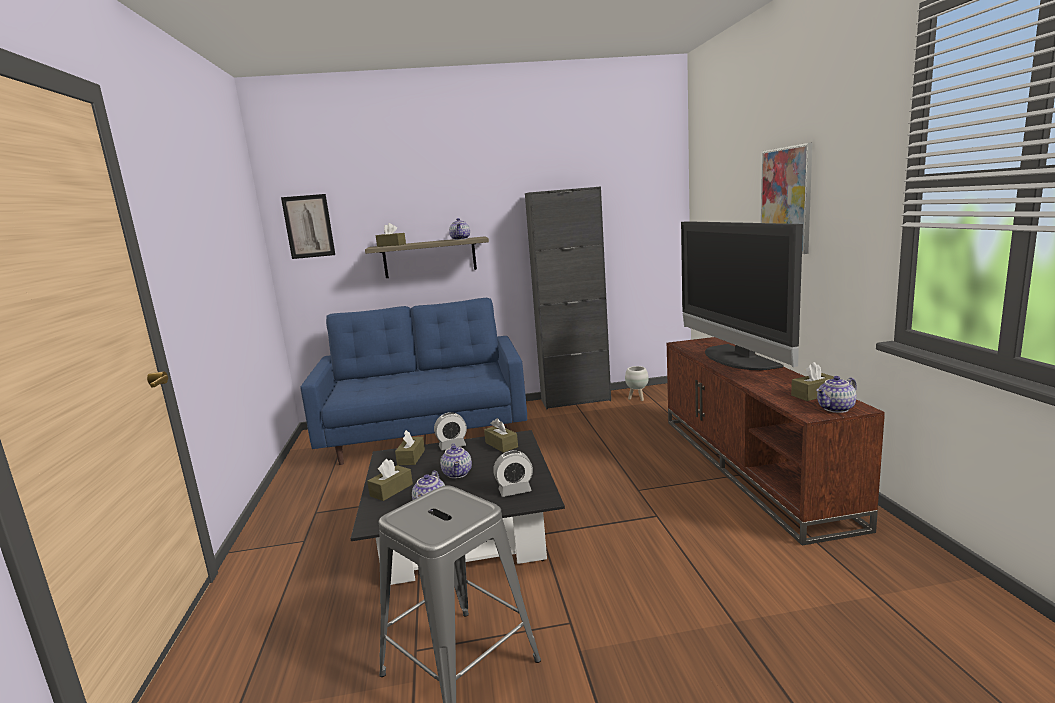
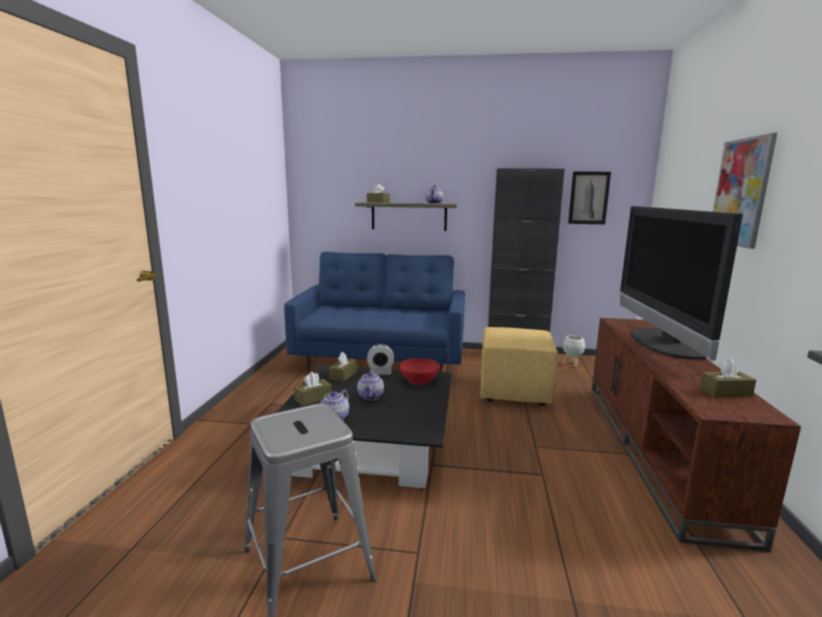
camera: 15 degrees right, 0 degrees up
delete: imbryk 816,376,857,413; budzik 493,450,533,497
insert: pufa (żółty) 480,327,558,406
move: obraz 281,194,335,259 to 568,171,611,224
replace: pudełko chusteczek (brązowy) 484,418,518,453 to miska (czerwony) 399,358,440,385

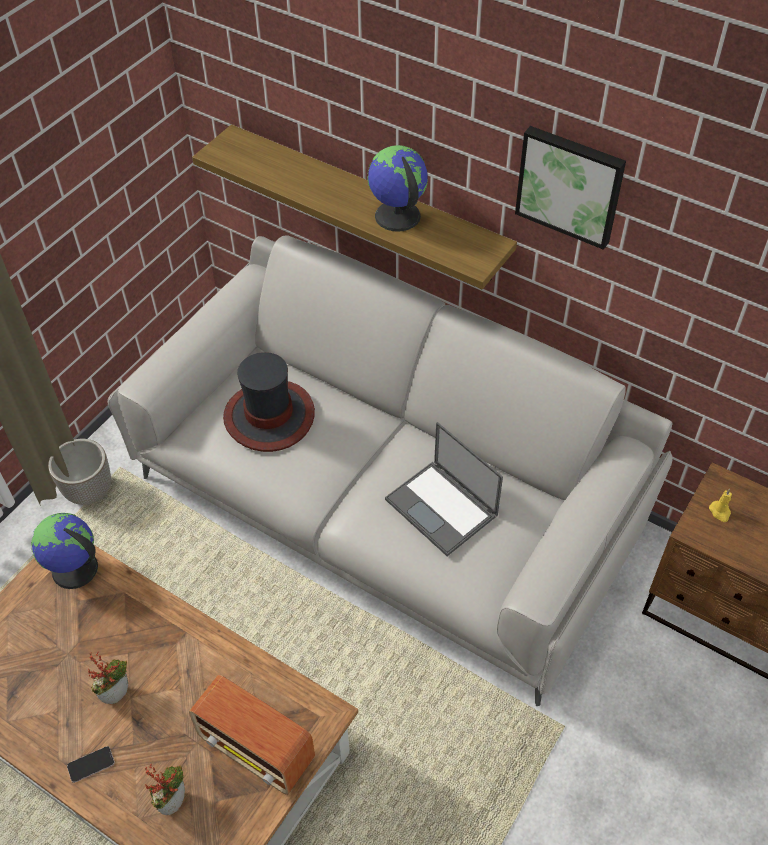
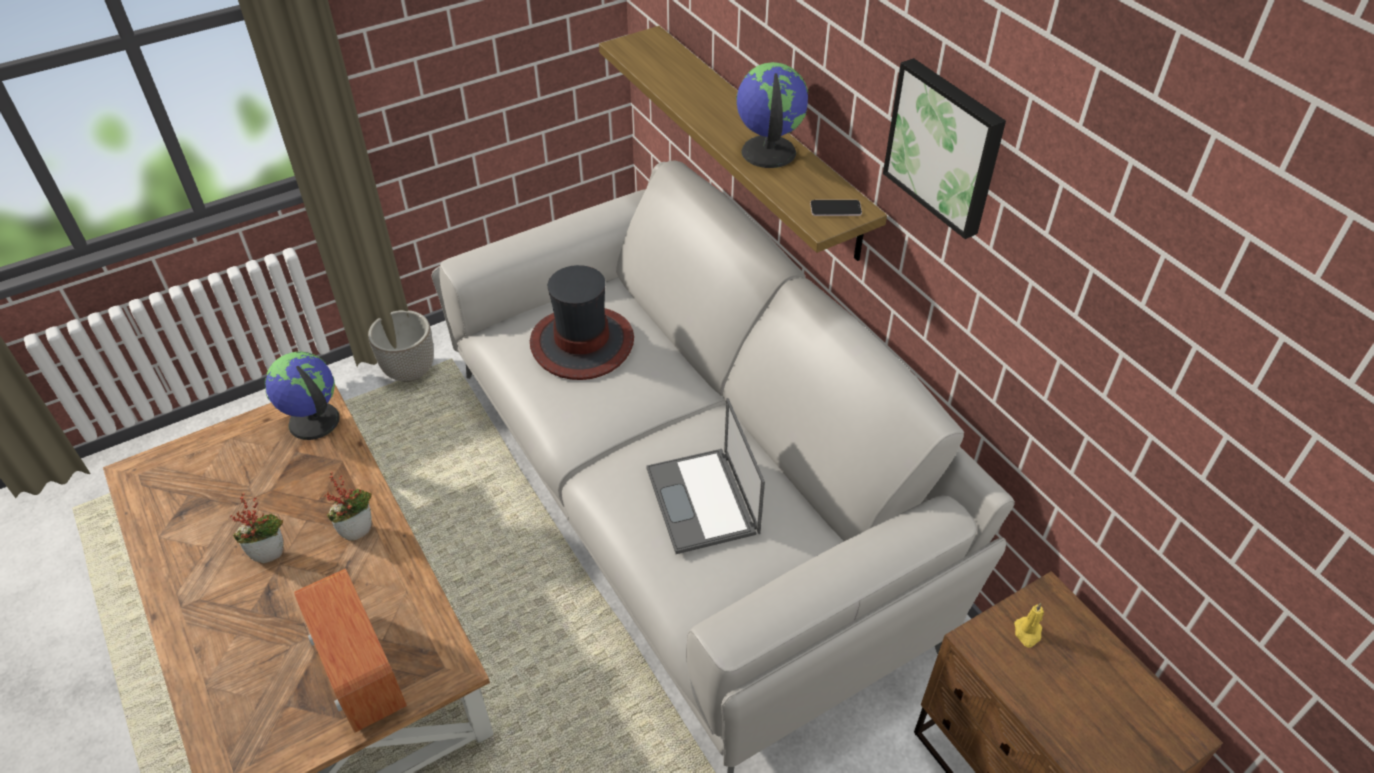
camera: 25 degrees right, 5 degrees down
move: telefon 67,746,115,783 to 810,200,862,216; roślina doniczkowa 145,764,185,815 to 324,472,372,541

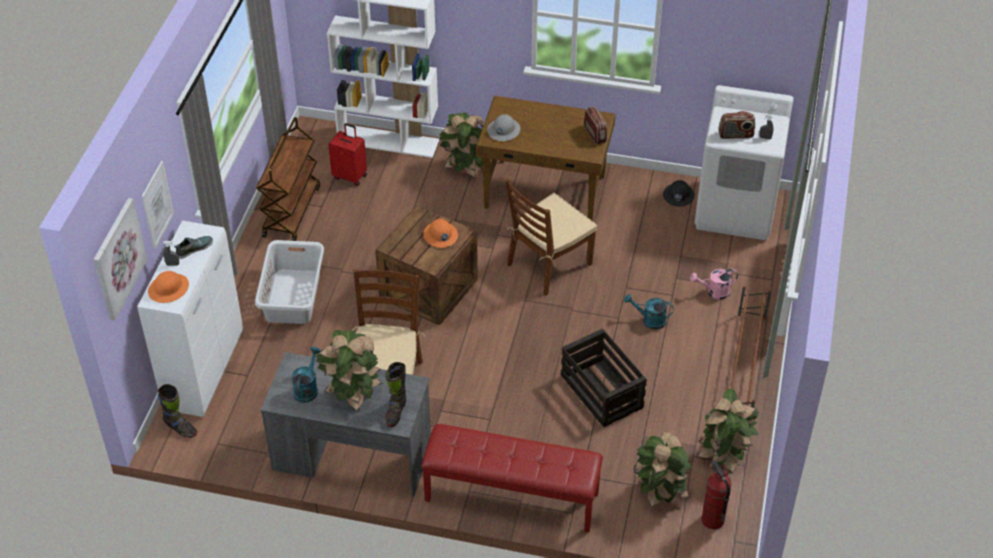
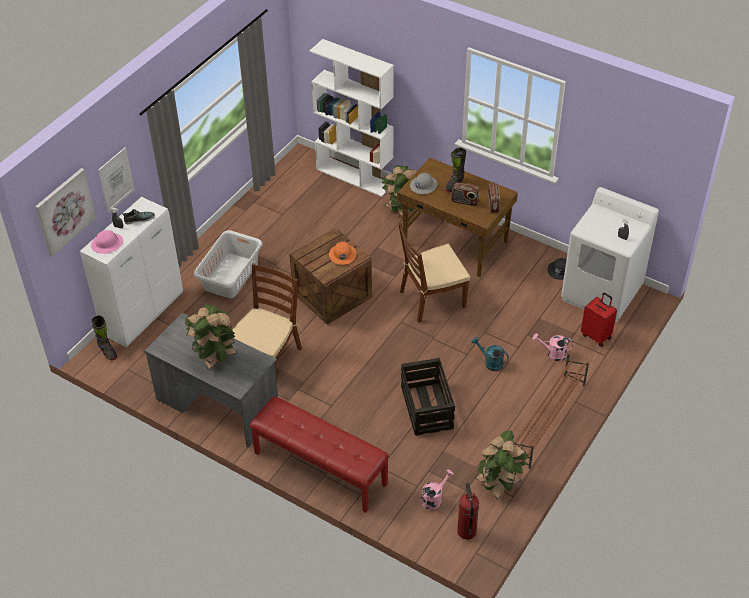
camera: 20 degrees right, 0 degrees up
delete: wózek (brązowy) 256,117,320,241; konewka (turkusowy) 292,347,321,403
move: radio 718,111,755,139 to 451,183,480,206; walizka (czerwony) 328,123,367,186 to 581,293,617,347; but z cholewką (czarny) 385,362,406,427 to 445,148,466,192
replace: roślina doniczkowa 633,431,693,508 to konewka (różowy) 421,469,454,510
recolor: kask (pomarańczowy) 148,271,189,303 to kask (różowy) 91,230,123,254

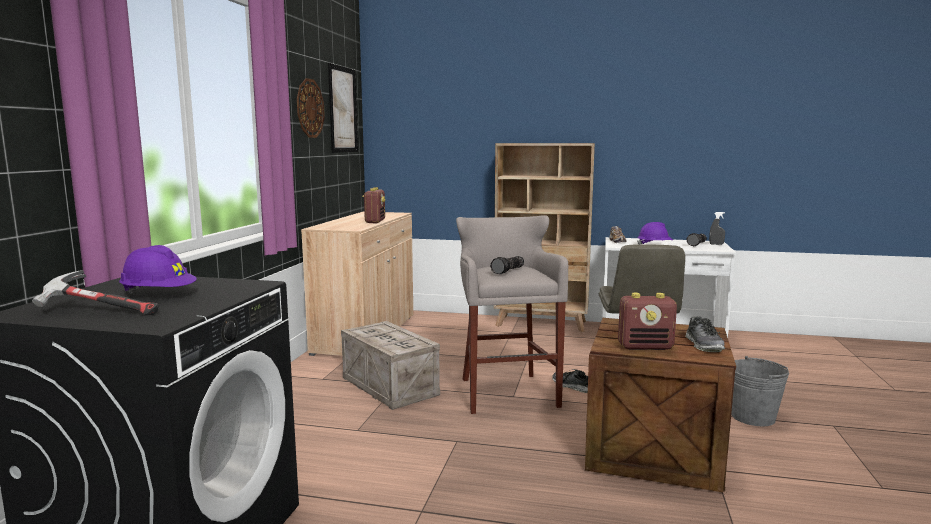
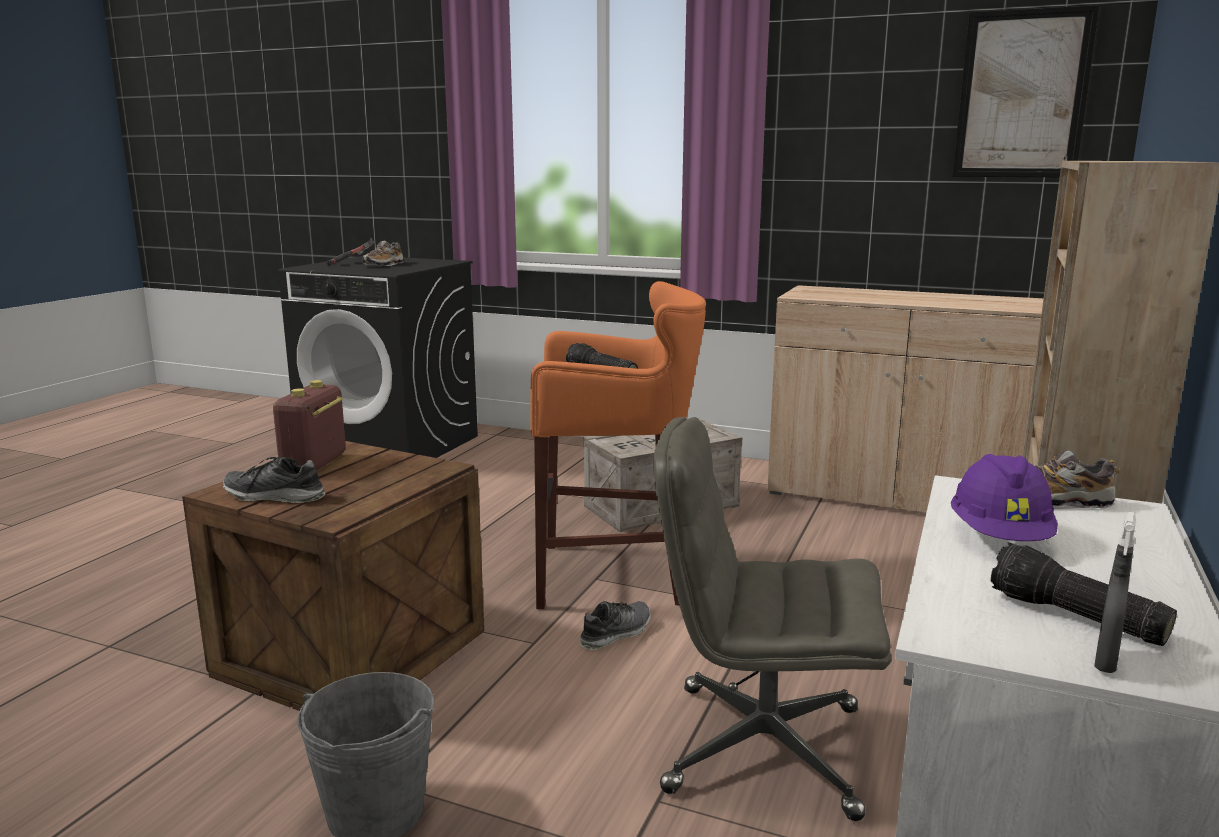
camera: 100 degrees right, 5 degrees up
delete: zegar ścienny 297,78,325,138; radio 362,187,385,223
replace: kask (fioletowy) 119,245,197,294 to but 363,241,404,266
recolor: stołek (szary) 456,215,568,414 to stołek (pomarańczowy) 530,281,706,609

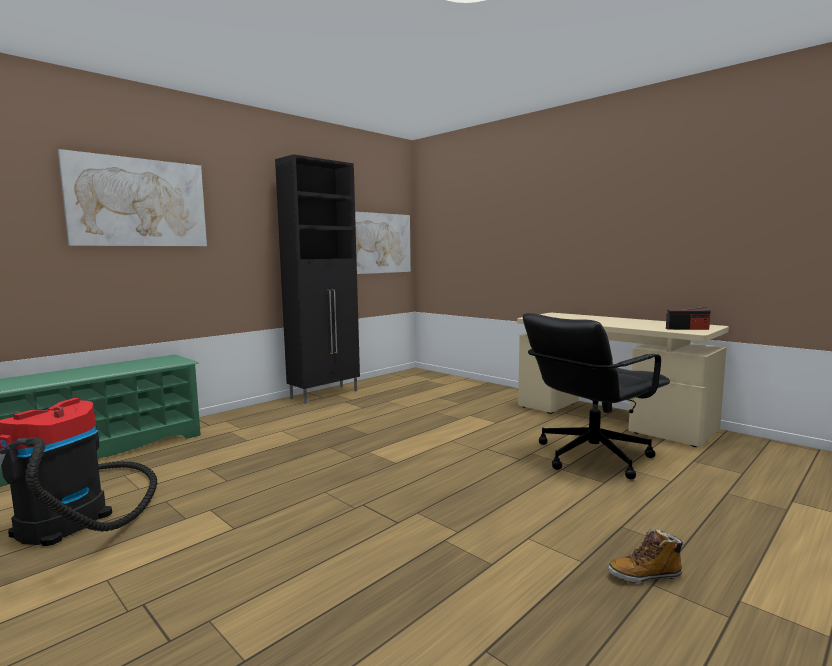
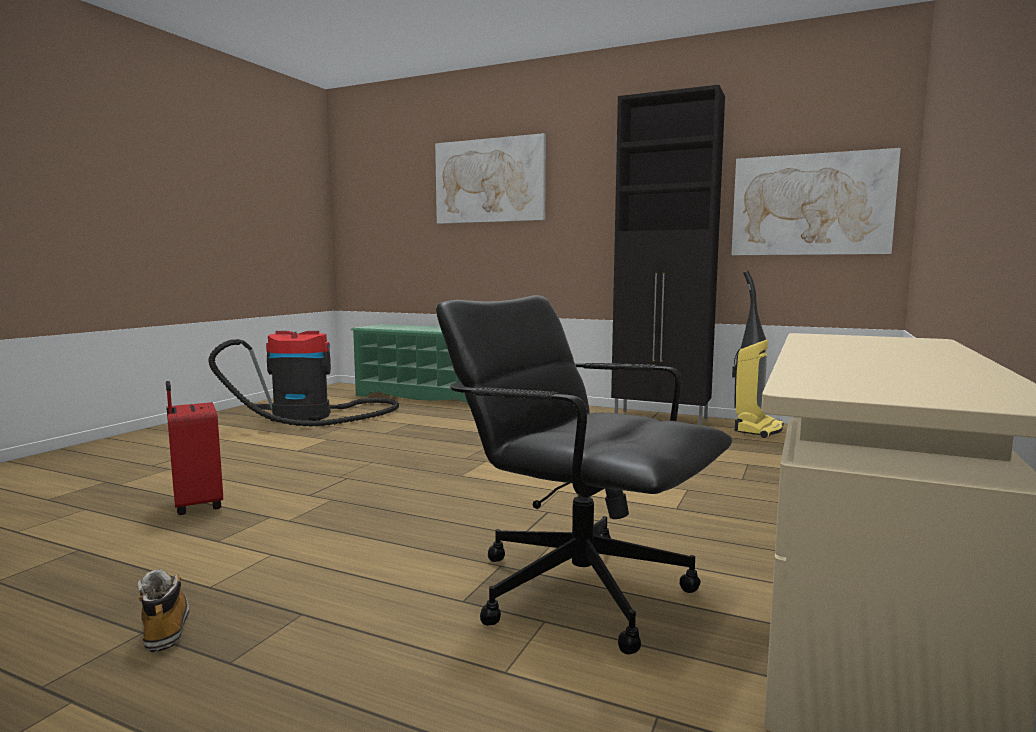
camera: 70 degrees right, 0 degrees up
delete: radio 666,307,710,330
insert: odkurzacz 732,271,784,438; walizka (czerwony) 166,381,223,515

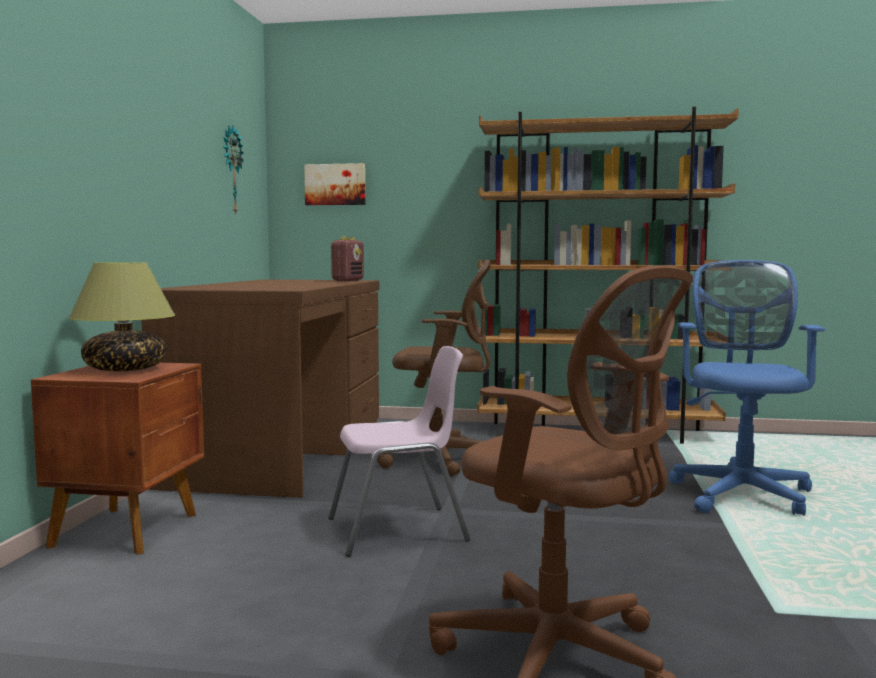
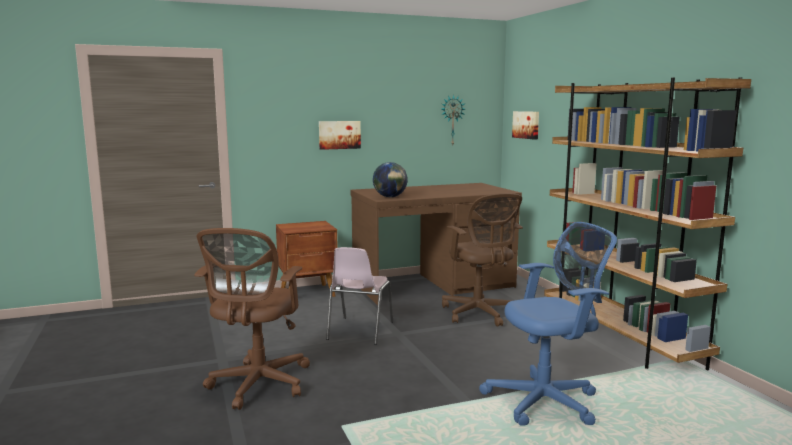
camera: 60 degrees right, 5 degrees up
delete: radio 331,237,364,281; lampa stołowa 68,262,175,372
insert: obraz 319,121,361,150; globus 373,162,408,197
rotate: krzesło (różowy) 328,346,471,557 = 326,247,393,345 60 degrees clockwise

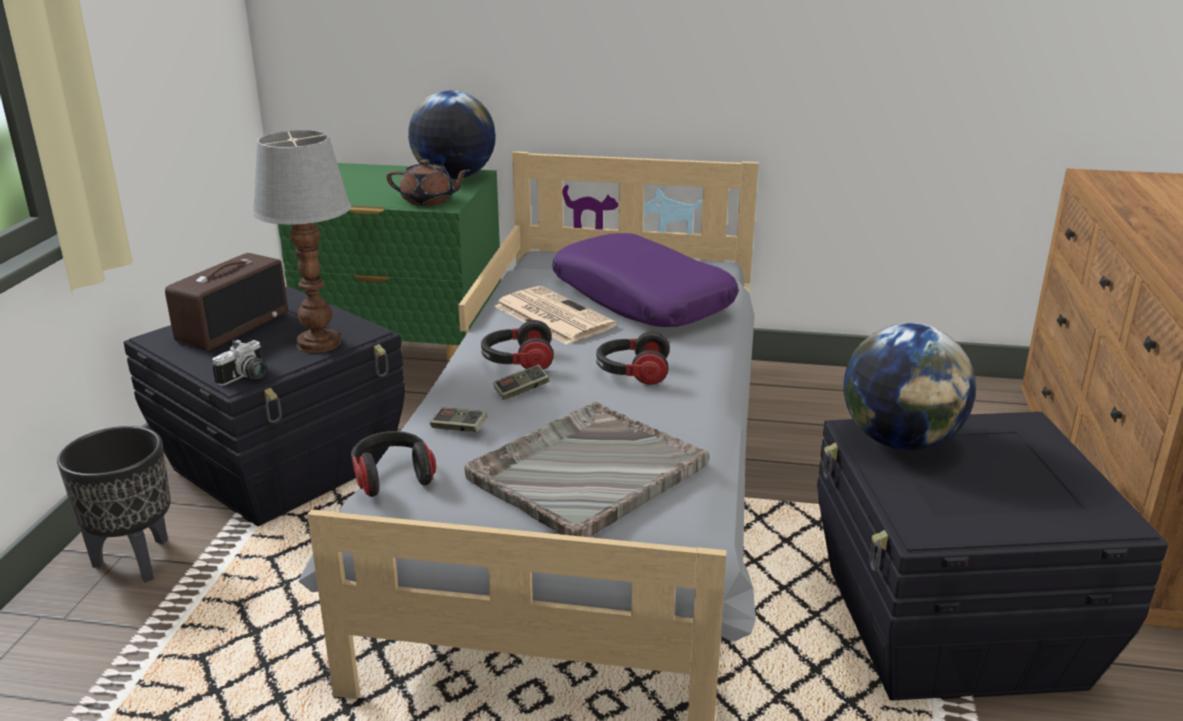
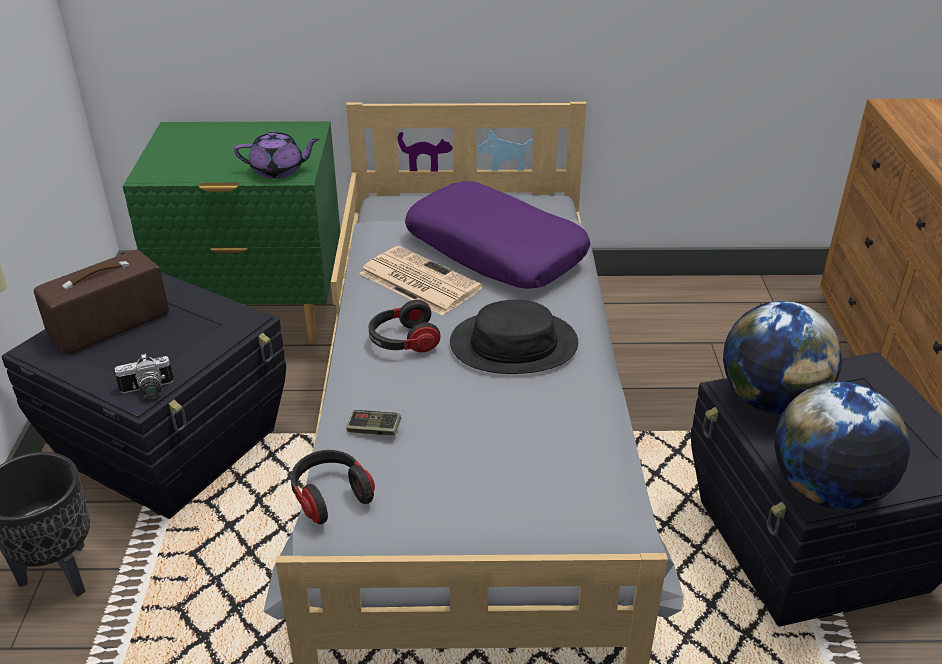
camera: 10 degrees left, 10 degrees up
delete: lampa stołowa 252,130,351,353; pad do gier 494,365,549,400; taca (szary) 464,402,709,537
move: globus 408,90,496,179 to 774,382,910,509
replace: słuchawki 596,331,670,385 to kapelusz (czarny) 450,300,578,374
recolor: imbryk (brązowy) 386,159,470,206 to imbryk (fioletowy) 234,131,320,178
rotate: radio 165,253,288,350 = 34,250,169,355 150 degrees counterclockwise; aparat fotograficzny 212,339,267,386 = 114,353,174,399 45 degrees clockwise

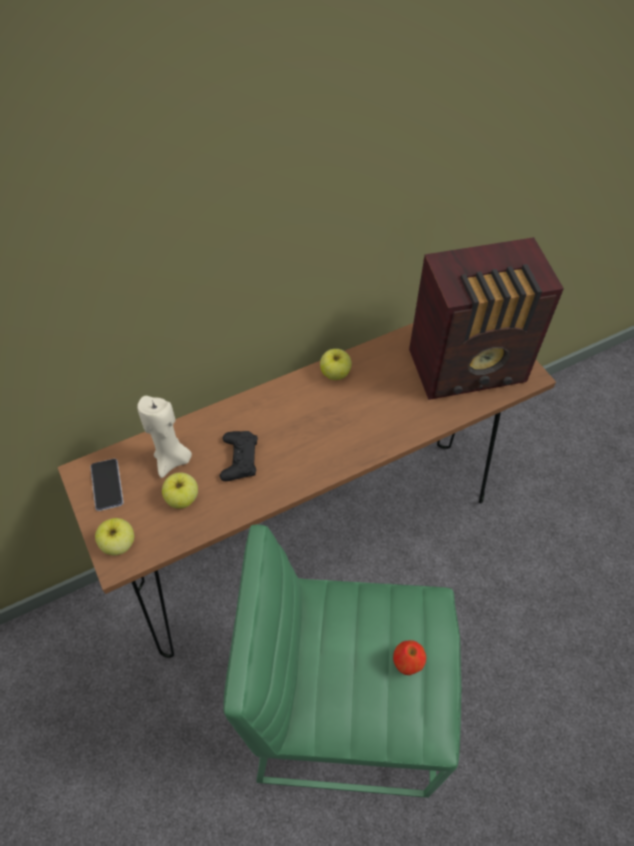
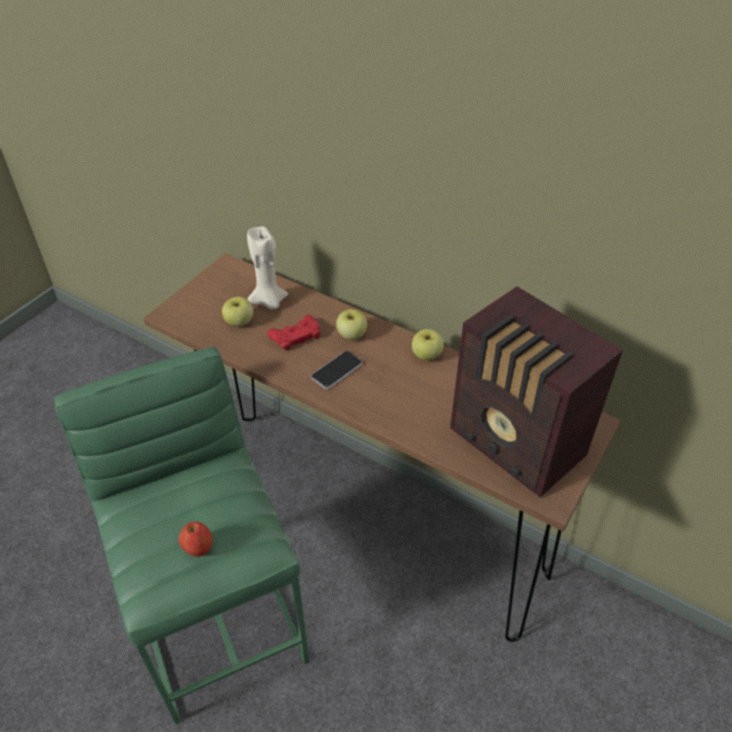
camera: 60 degrees right, 10 degrees down
move: telefon 90,459,124,511 to 311,351,363,389; jabłko 95,518,134,555 to 336,309,367,340
recolor: pad do gier (czarny) 220,431,258,481 to pad do gier (czerwony) 267,315,321,351

